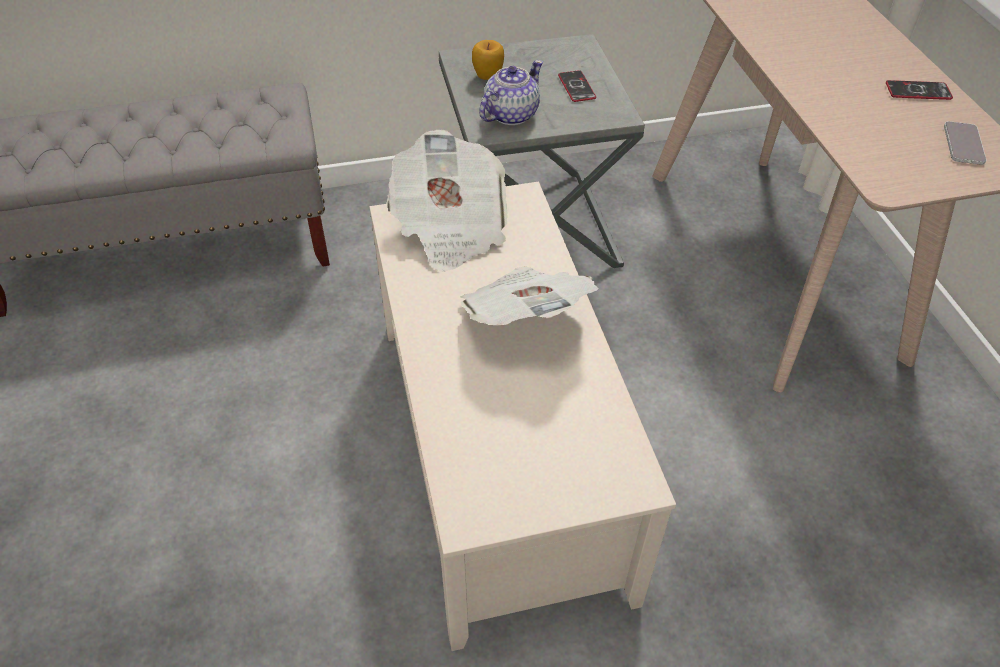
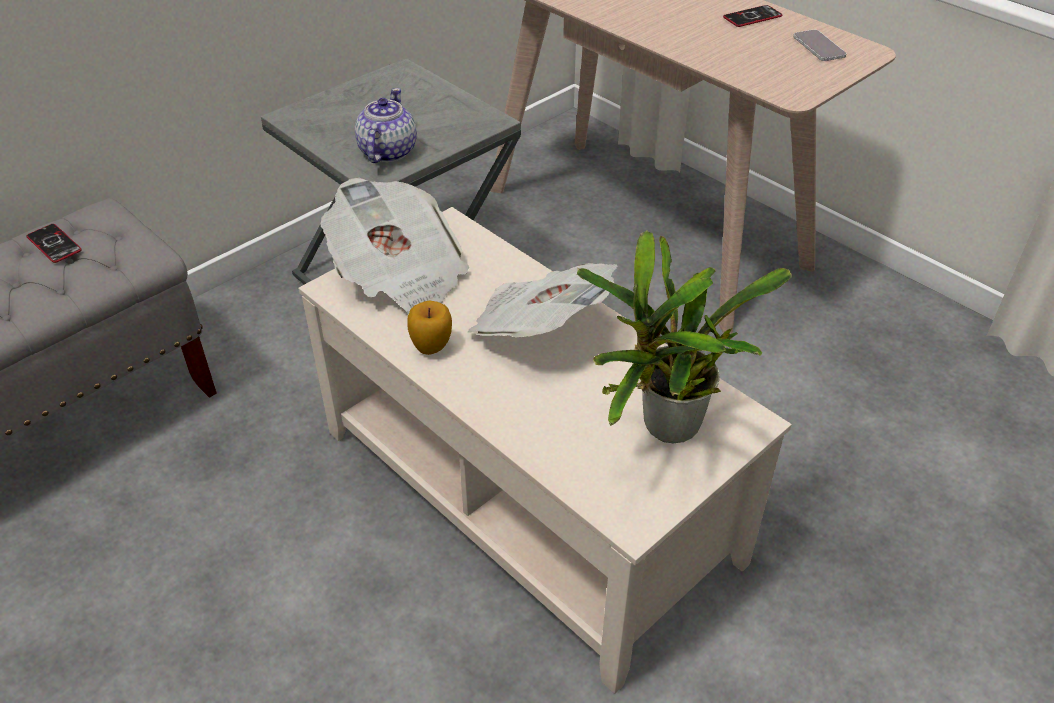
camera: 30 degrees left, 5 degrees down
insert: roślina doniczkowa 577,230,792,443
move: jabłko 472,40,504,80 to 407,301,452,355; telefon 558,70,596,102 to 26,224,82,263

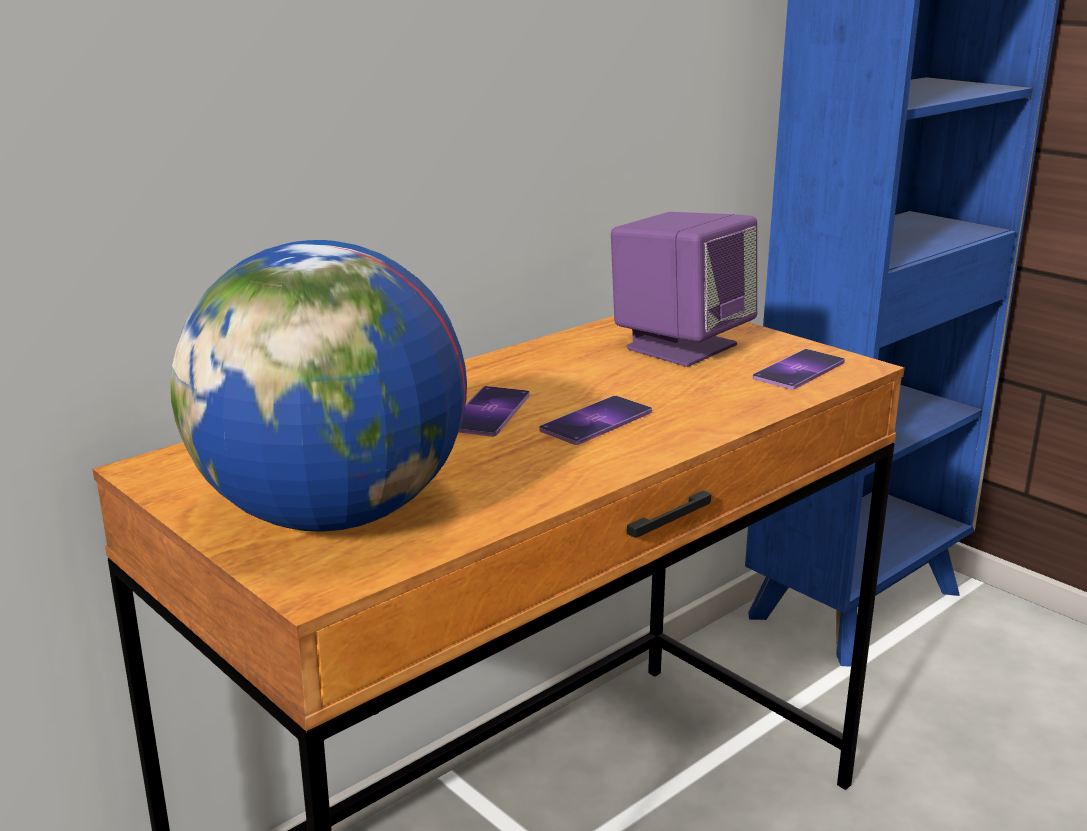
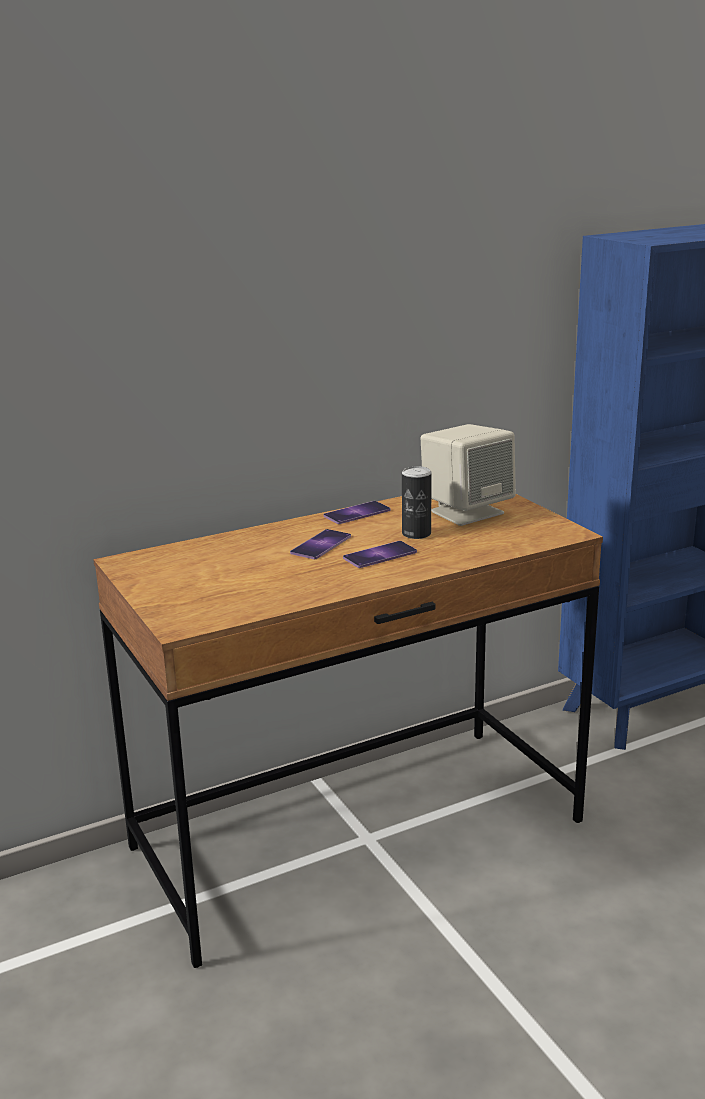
camera: 15 degrees right, 0 degrees up
delete: globus 170,240,467,532
insert: puszka 402,466,432,539
move: telefon 753,349,845,390 to 324,501,391,524
recolor: głośnik (fioletowy) 611,212,757,367 to głośnik (beżowy) 420,424,516,526

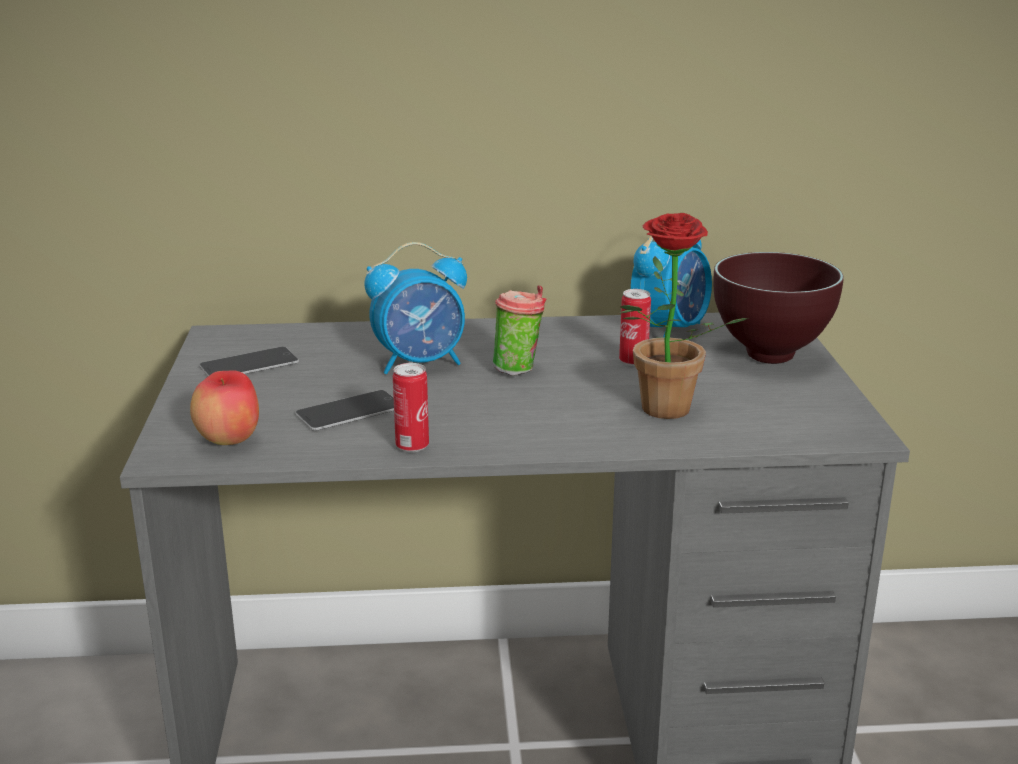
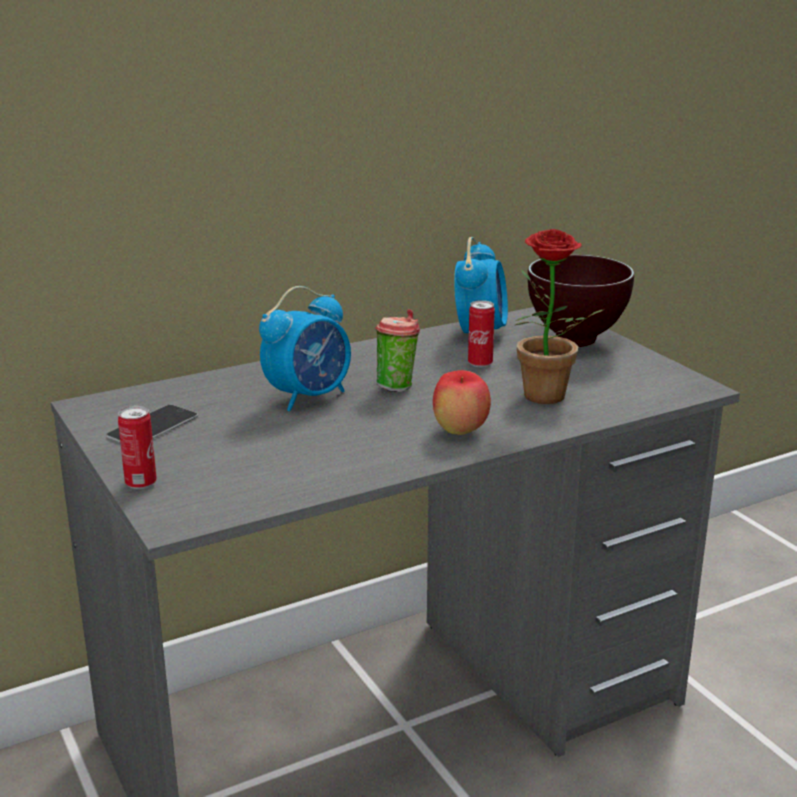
camera: 25 degrees left, 0 degrees up
delete: telefon 295,390,394,431
move: puszka 393,363,429,453 to 118,406,157,489; jabłko 190,371,259,445 to 433,370,491,435

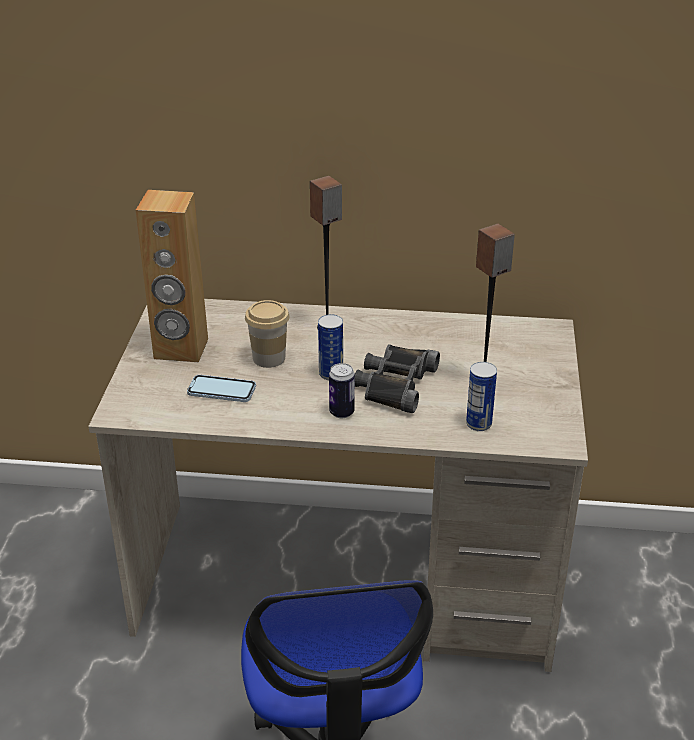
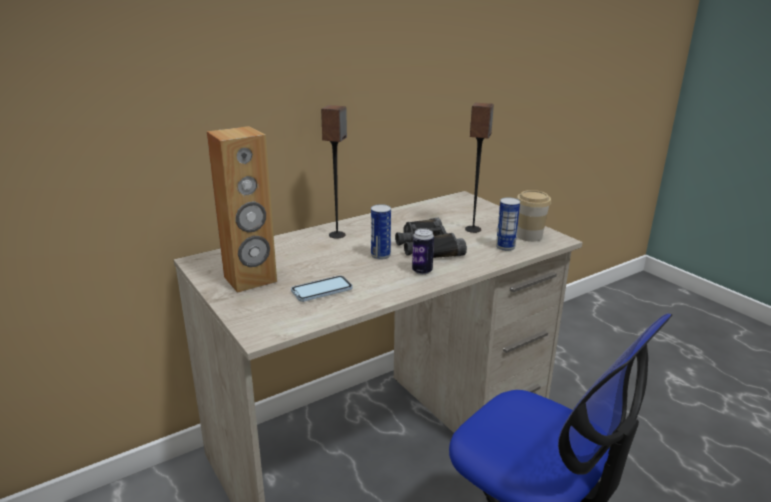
camera: 40 degrees left, 10 degrees down
move: filiżanka 245,300,289,368 to 517,190,551,242

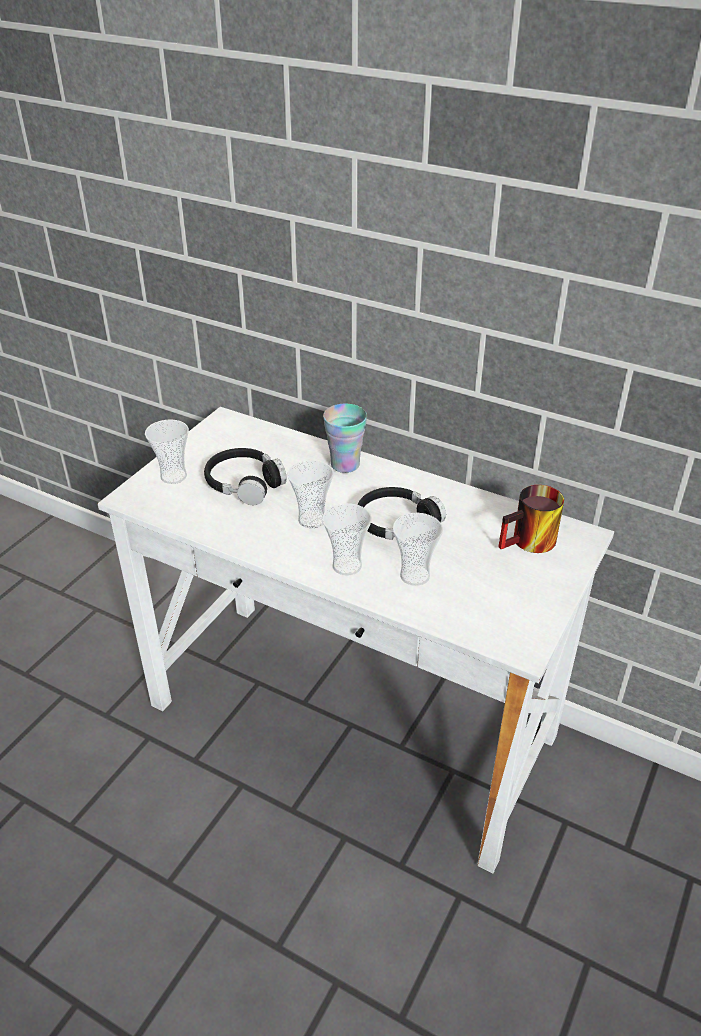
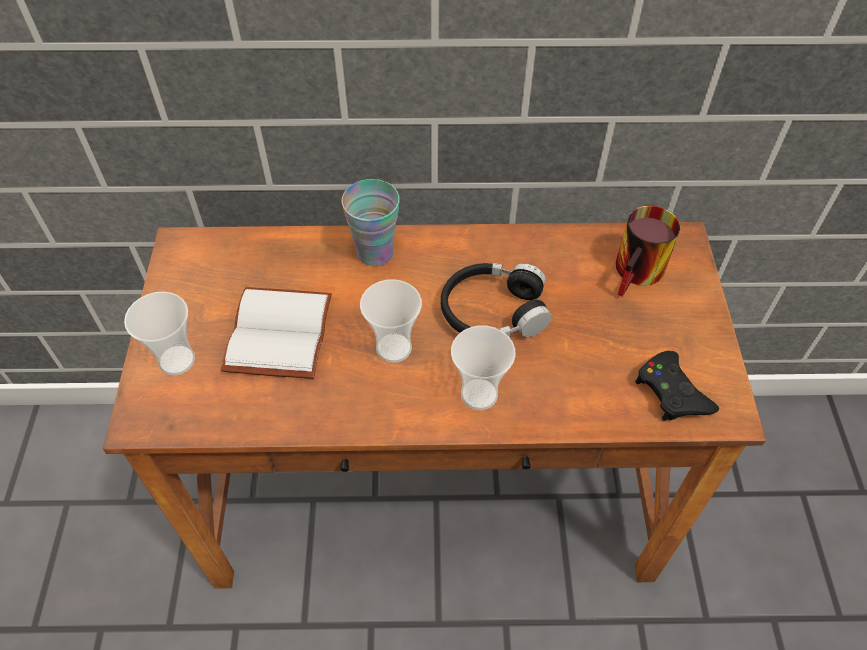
camera: 30 degrees left, 15 degrees up
delete: filiżanka 393,513,443,586
insert: pad do gier (czarny) 635,351,719,421
replace: słuchawki (czarny) 204,448,287,505 to książka (biały) 221,287,332,379
recolor: biurko (biały) 98,407,614,873 to biurko (brązowy) 103,222,766,589

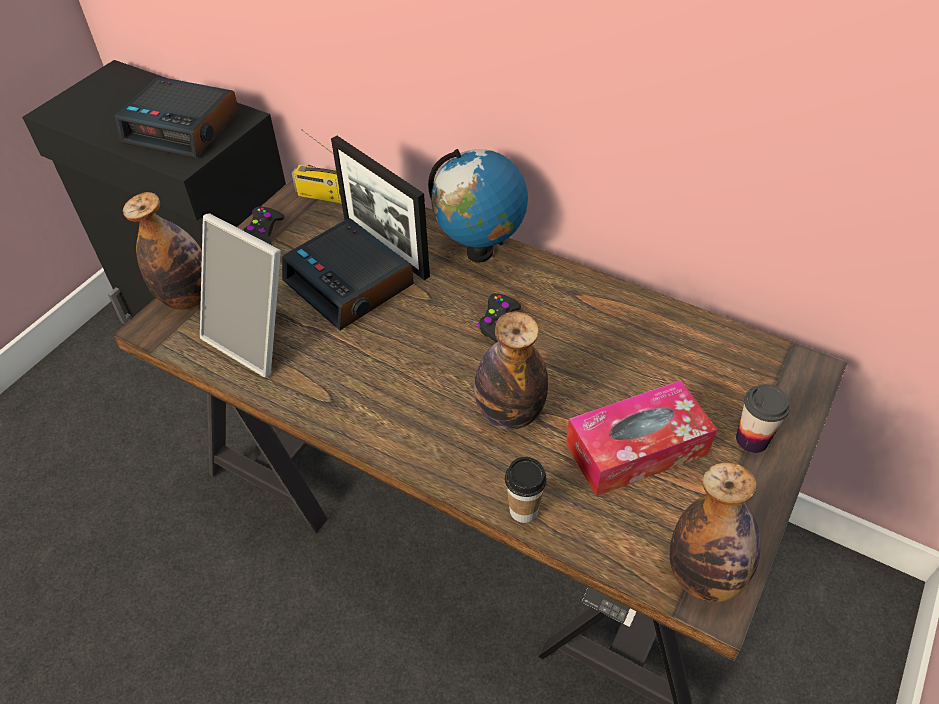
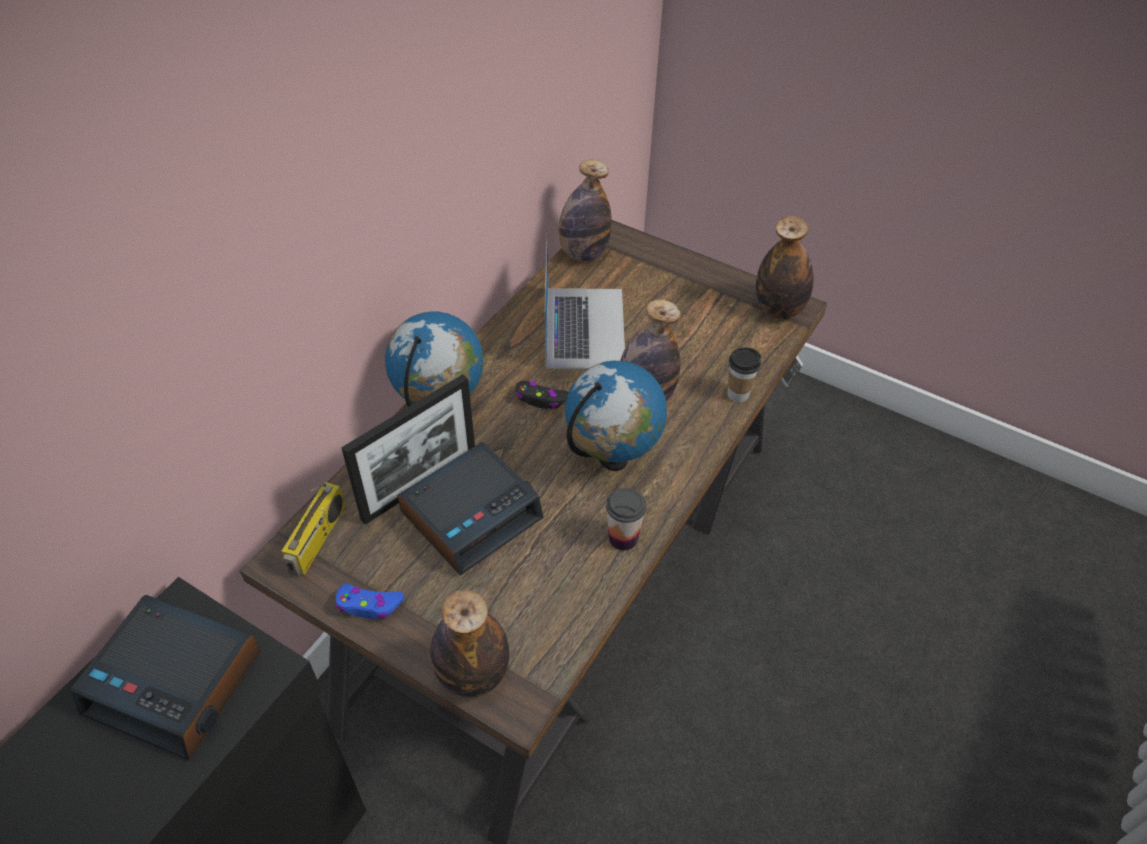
camera: 90 degrees left, 0 degrees up
delete: ramka na zdjęcie 200,213,300,377; pudełko chusteczek 566,380,717,496
insert: butelka 558,160,612,261; laptop 545,233,625,369; globus 565,361,667,471
move: filiżanka 736,384,790,453 to 606,488,647,550
recolor: pad do gier (czarny) 243,206,285,245 to pad do gier (niebieski) 336,584,404,619
rotate: budzik 115,77,239,158 = 71,595,261,760 90 degrees clockwise

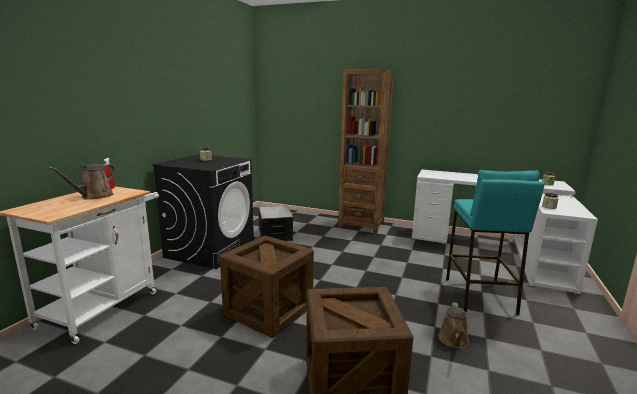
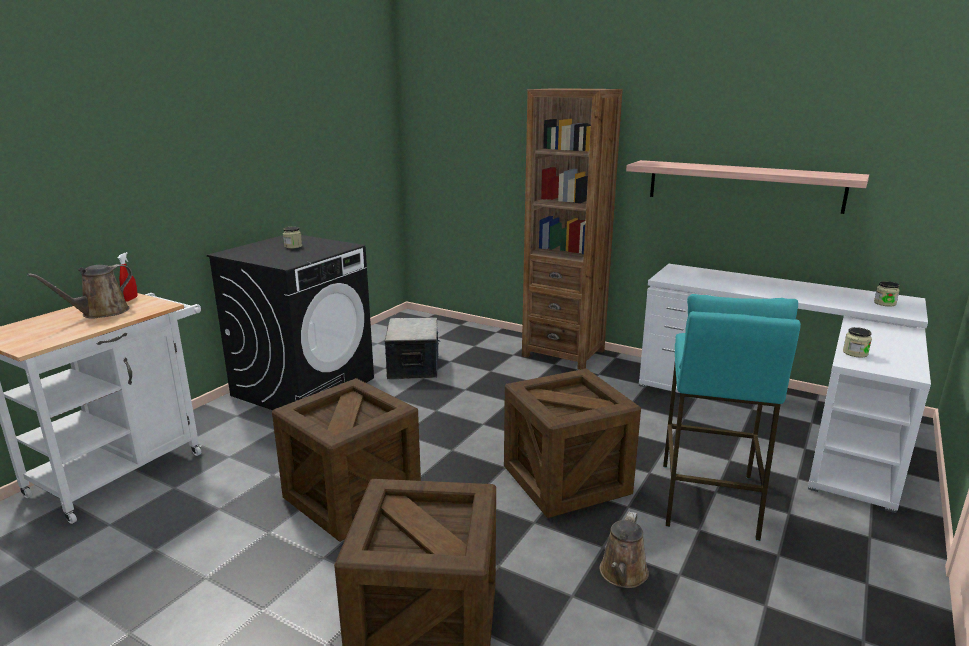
camera: 10 degrees right, 5 degrees up
insert: półka 626,160,869,214; skrzynka 504,369,641,518

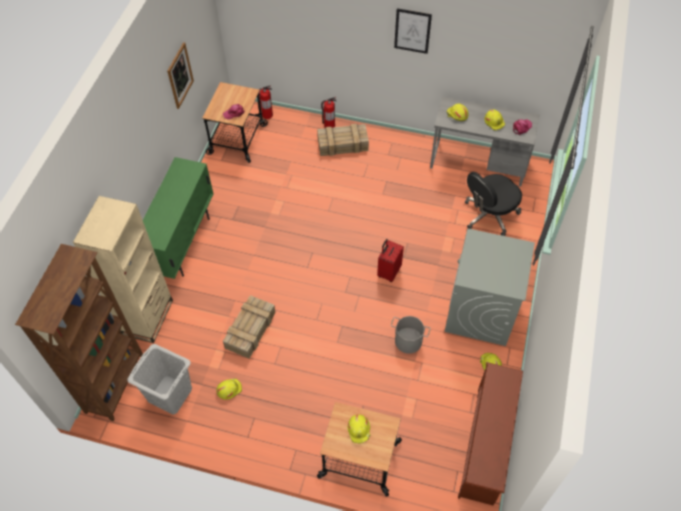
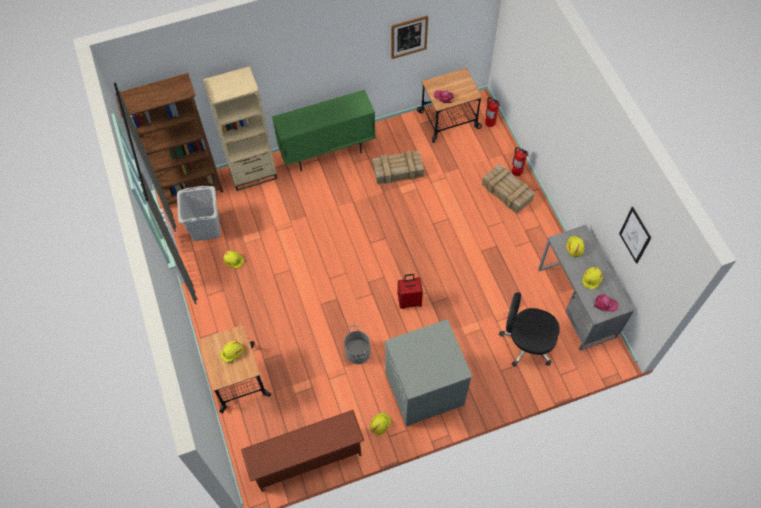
camera: 55 degrees right, 5 degrees up
move: obraz 394,8,432,54 to 619,207,651,264; skrzynka 223,295,276,359 to 373,151,424,185

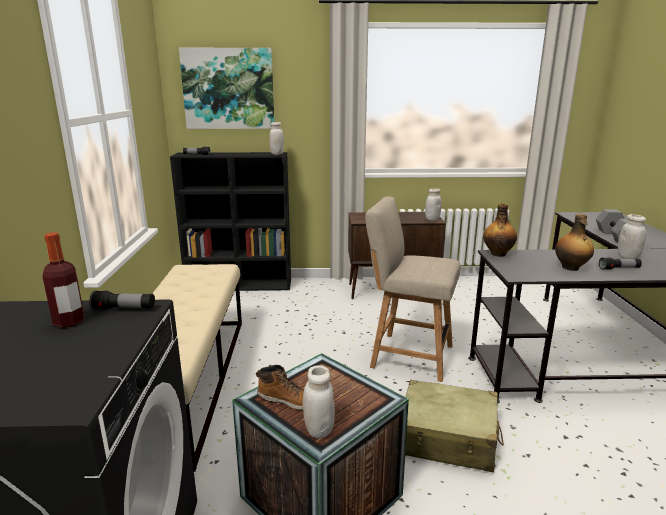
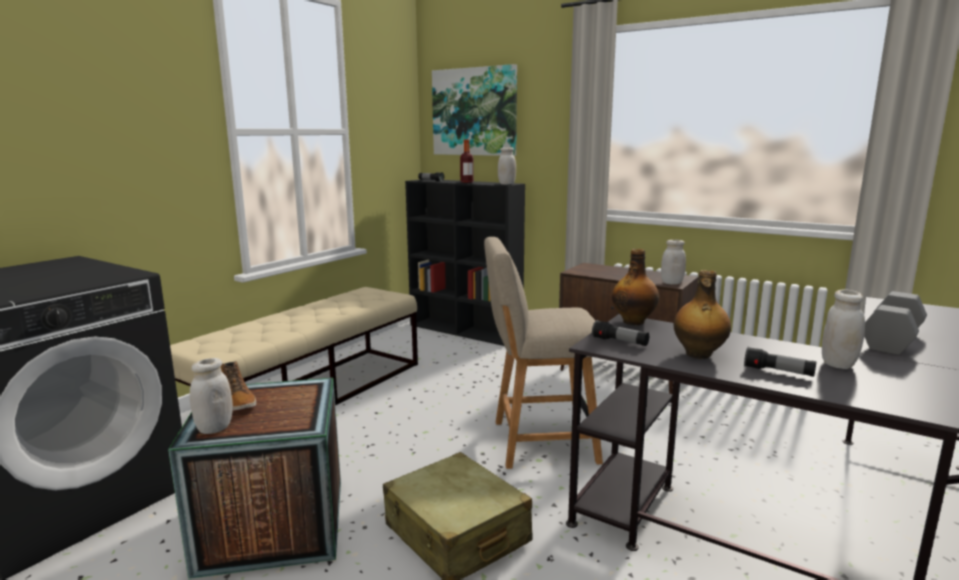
camera: 35 degrees right, 5 degrees down
move: butelka 42,232,84,328 to 460,140,474,183; latarka 89,290,155,310 to 592,320,649,346
rotate: krzesło (beżowy) 365,197,460,382 = 484,237,603,469 60 degrees counterclockwise

